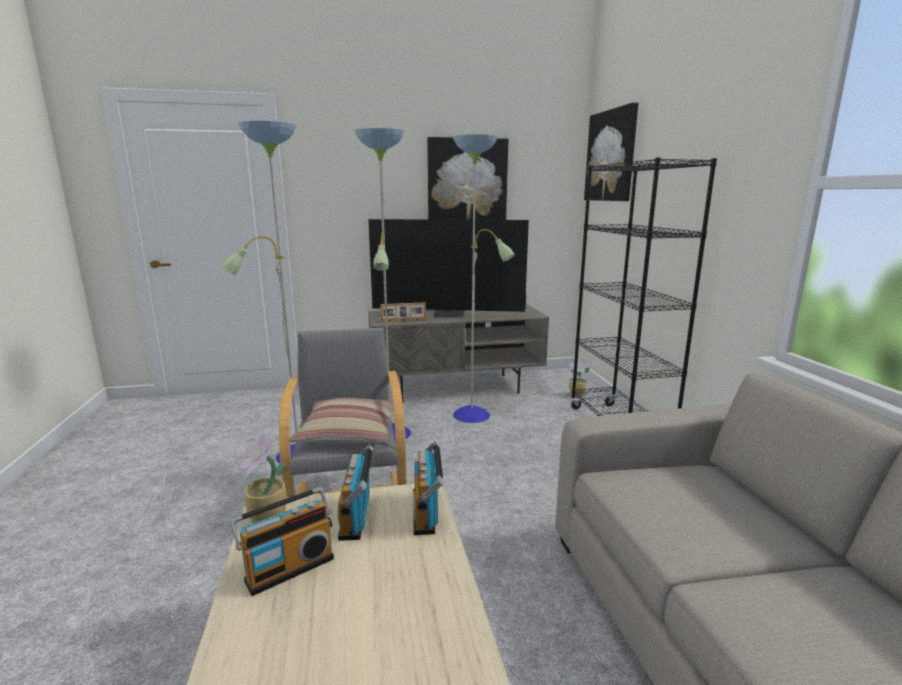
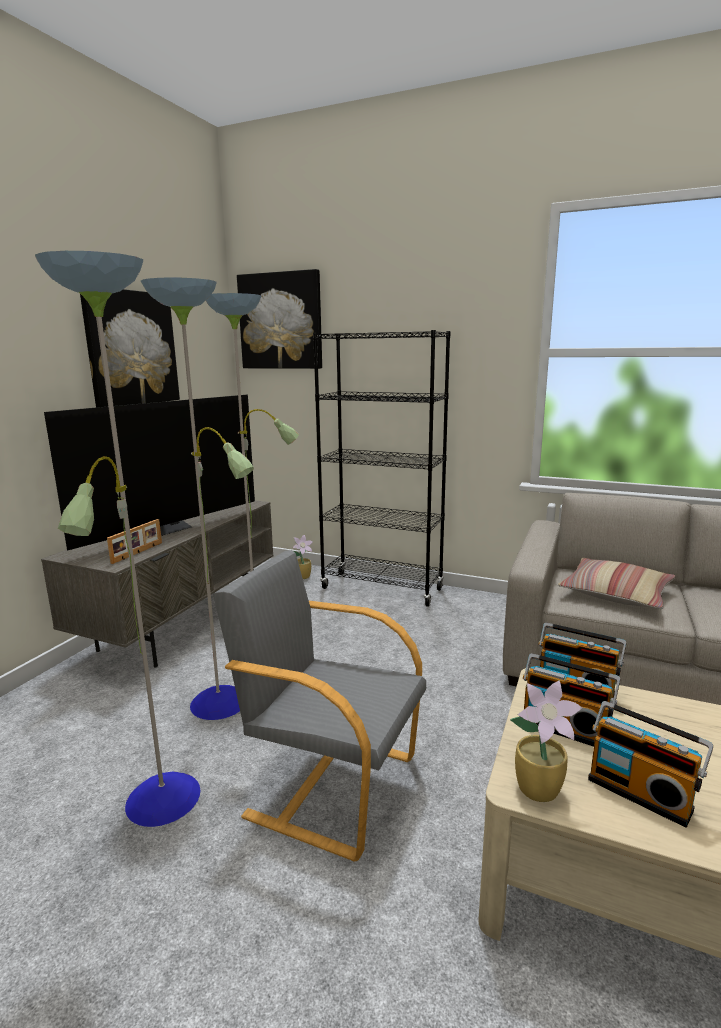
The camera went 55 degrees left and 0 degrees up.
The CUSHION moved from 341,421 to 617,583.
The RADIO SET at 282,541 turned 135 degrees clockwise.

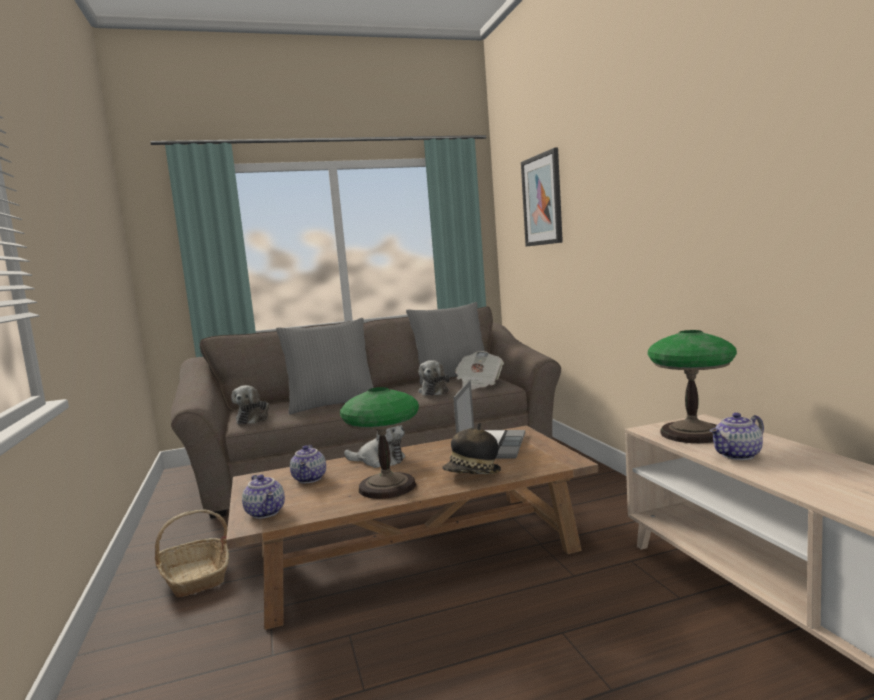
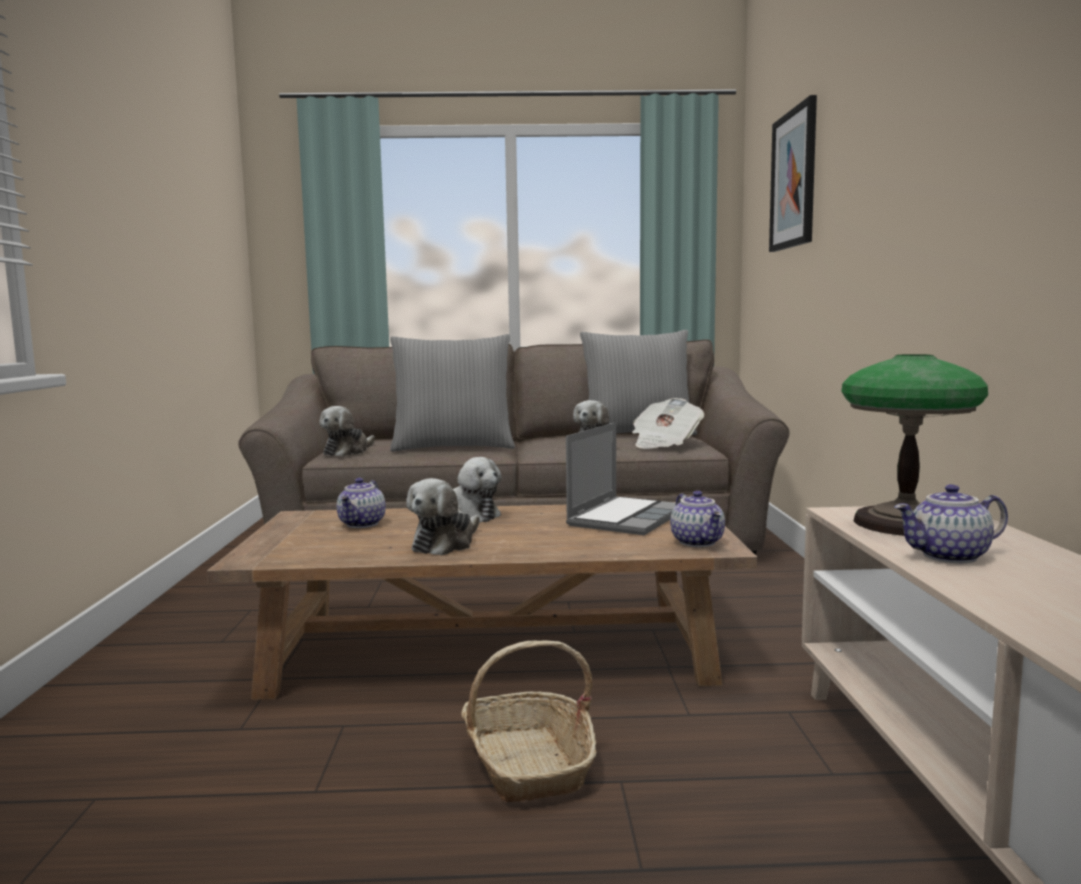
The camera went 15 degrees right and 0 degrees up.
The WEARABLE HAT at 471,448 disappeared.
The BASKET moved from 192,553 to 528,721.
The POT FOR TEA moved from 263,496 to 697,519.
The LAMP FOR A TABLE at 379,443 was replaced by the SOFT TOY at 443,517.

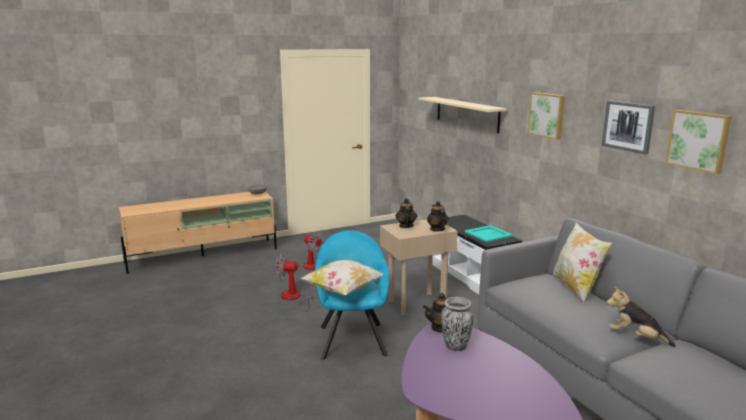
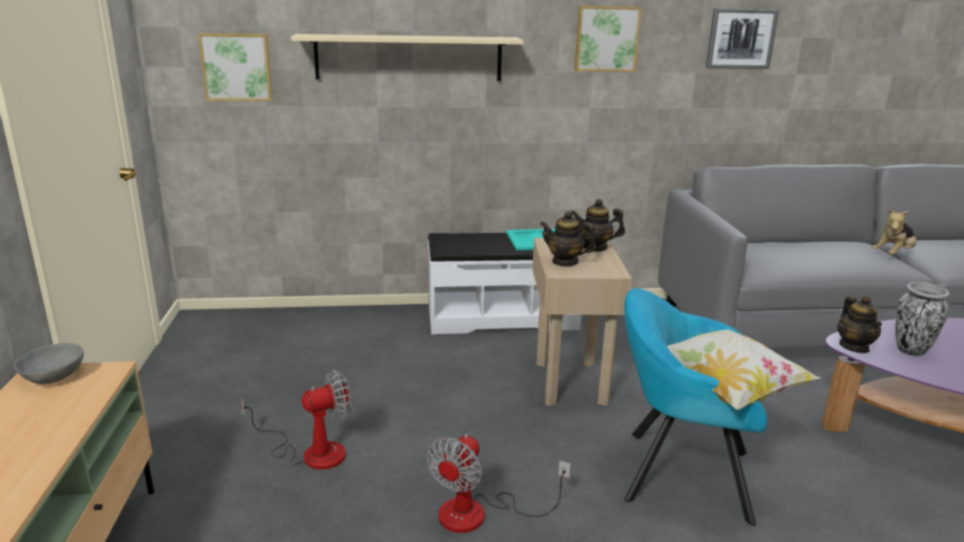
The camera went 70 degrees left and 5 degrees up.
The CUSHION at 582,263 disappeared.
The WALL PICTURE moved from 698,142 to 235,67.

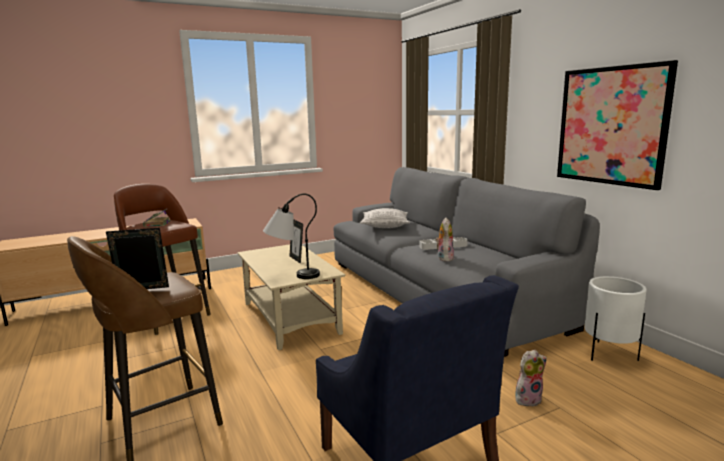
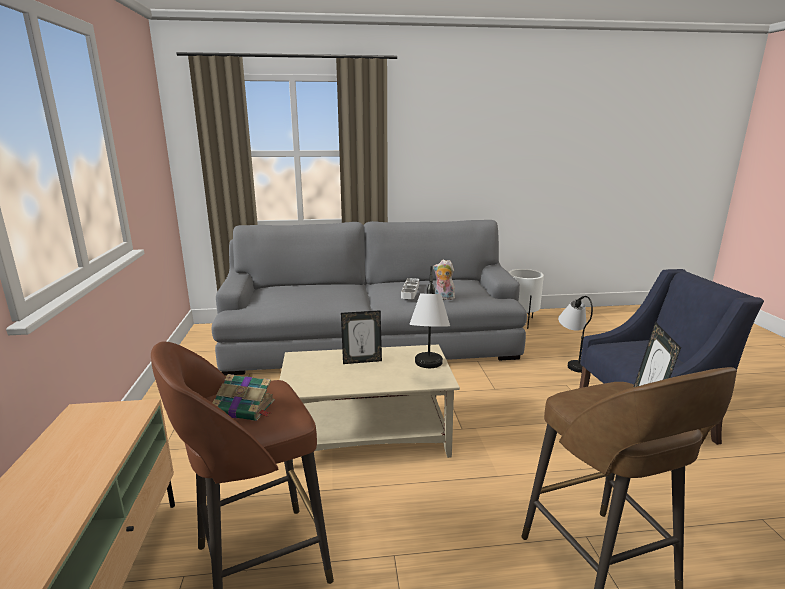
The camera went 70 degrees left and 5 degrees up.
The CUSHION at 385,218 disappeared.
The WALL PICTURE at 617,125 disappeared.
The SOFT TOY at 531,378 was replaced by the LAMP FOR A TABLE at 575,334.

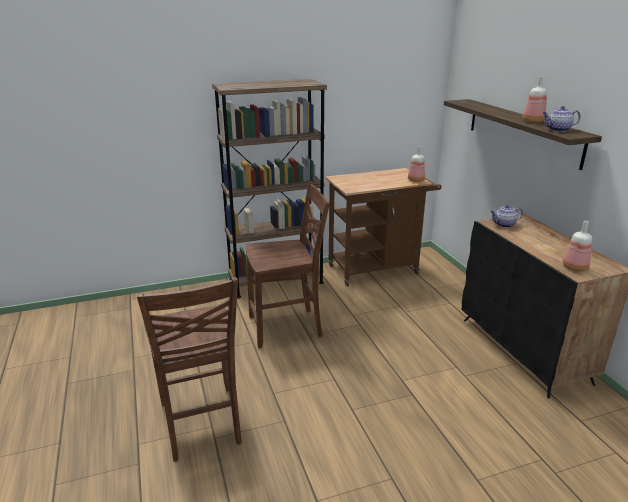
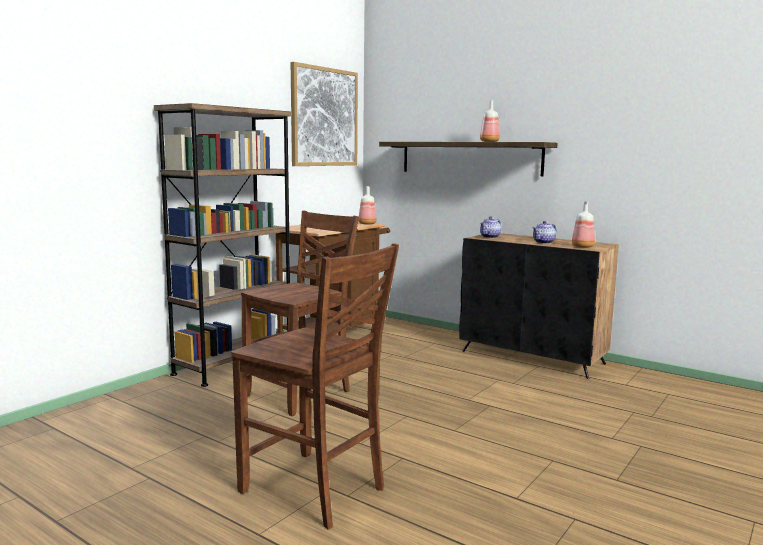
The camera went 35 degrees left and 15 degrees down.
The WALL PICTURE at 324,114 appeared.
The POT FOR TEA moved from 562,119 to 544,232.

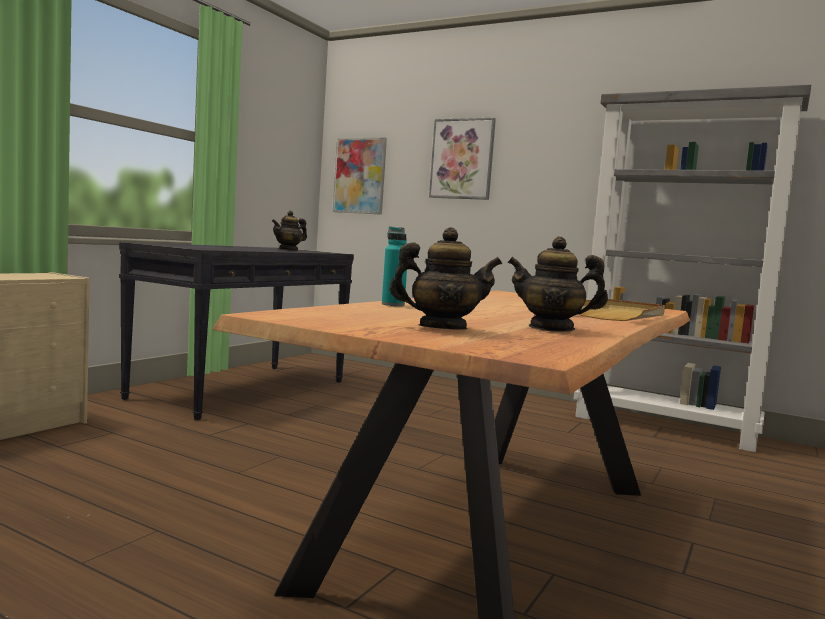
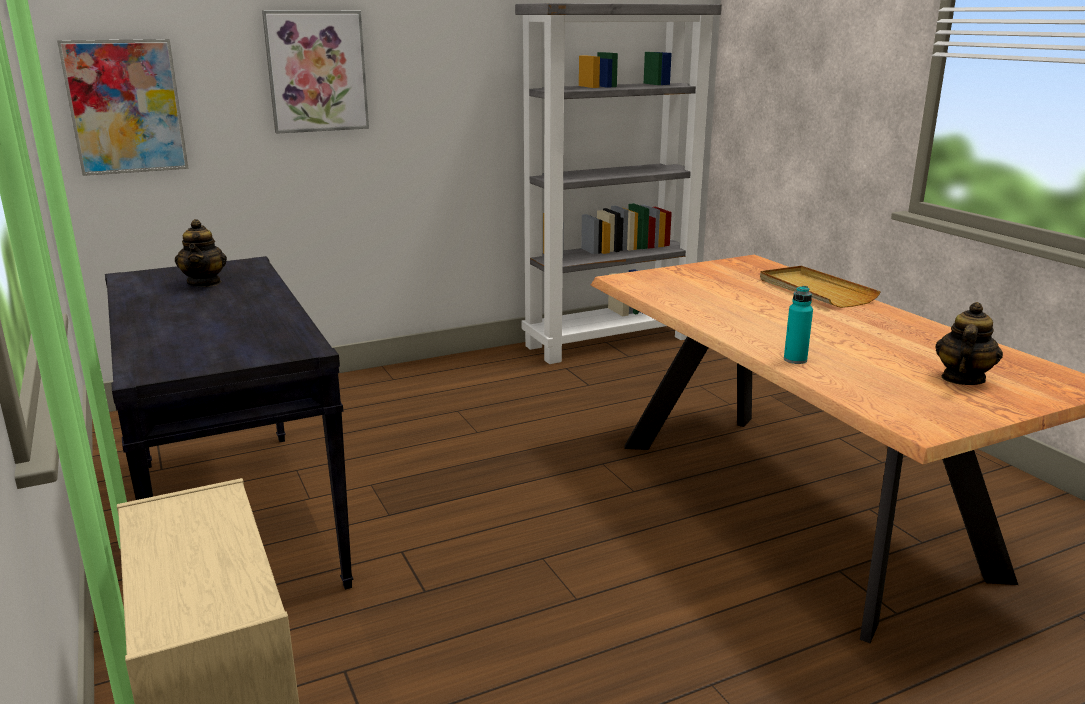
The camera went 55 degrees left and 15 degrees up.
The POT FOR TEA at 558,284 disappeared.

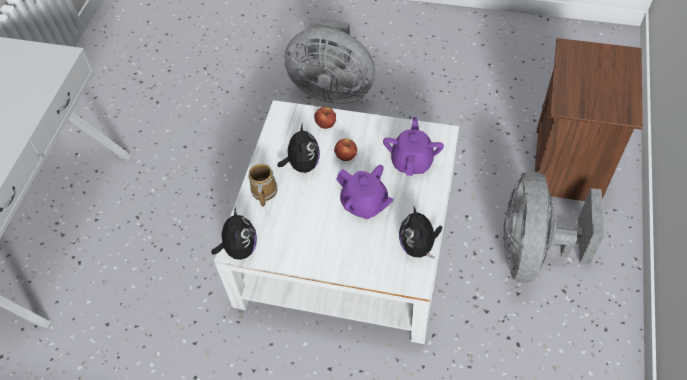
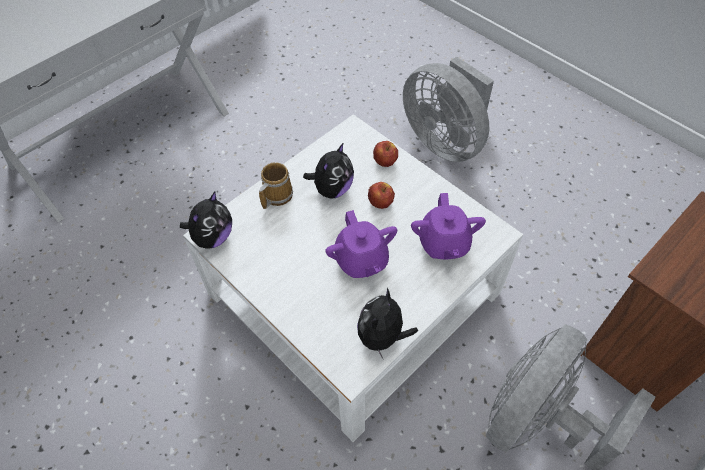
The camera went 30 degrees right and 0 degrees up.
The PURPLE POT FOR TEA at 413,146 turned 135 degrees clockwise.

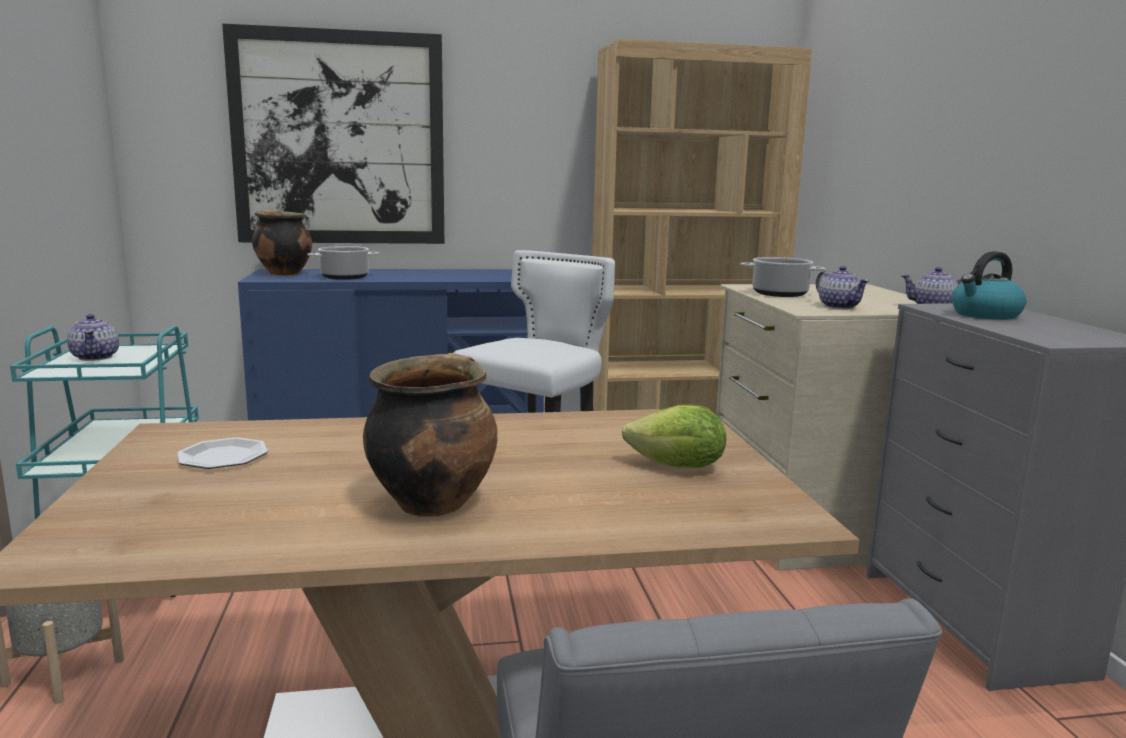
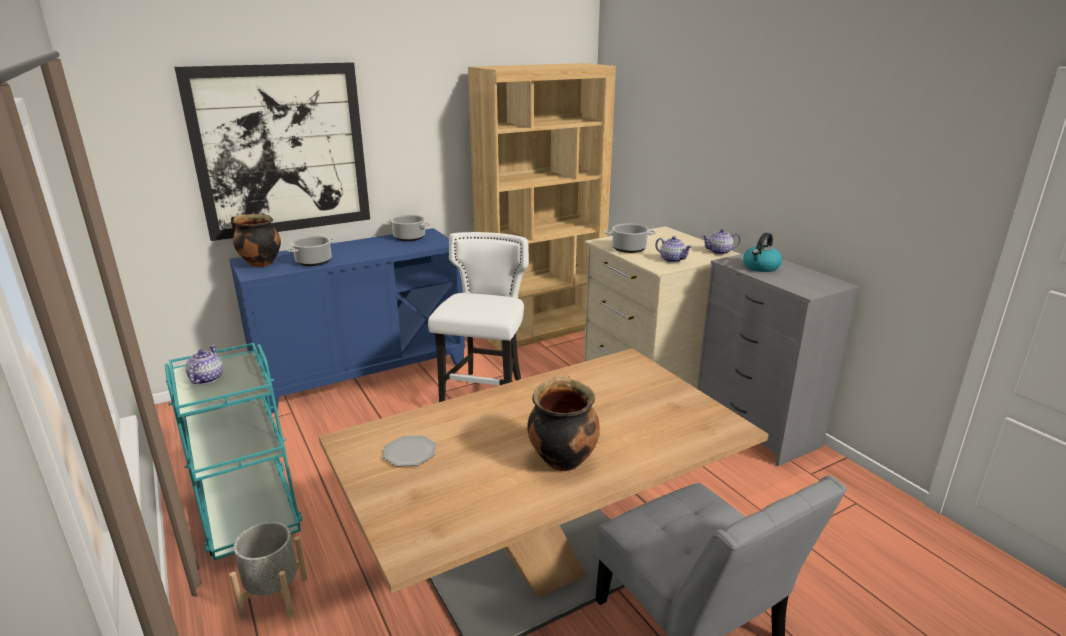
The camera went 20 degrees left and 10 degrees up.
The LETTUCE HEAD at 674,436 disappeared.
The COOKING POT at 408,228 appeared.
The POT FOR TEA at 93,337 turned 135 degrees counterclockwise.

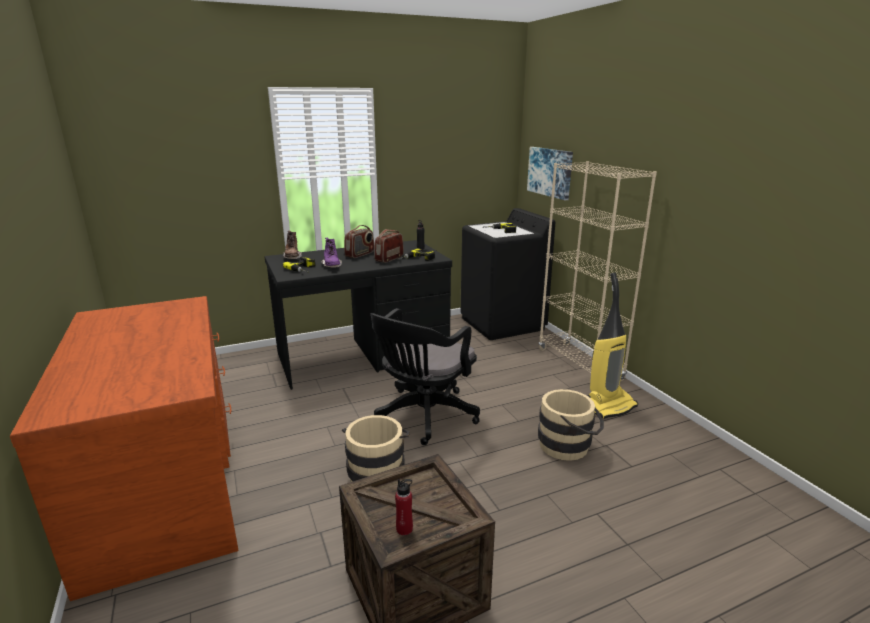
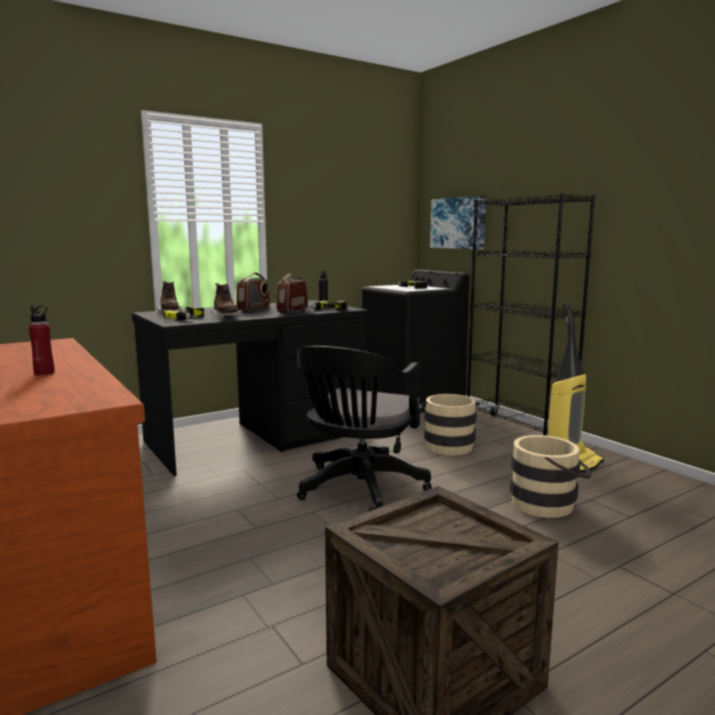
The camera went 10 degrees left and 10 degrees down.
The BEIGE BUCKET moved from 376,448 to 450,425.
The RED DRINK BOTTLE moved from 404,507 to 42,340.
The PURPLE BOOT at 331,253 became the BROWNISH BOOT at 224,299.
The BEIGE BOOKCASE at 597,271 became the BLACKISH BOOKCASE at 531,314.

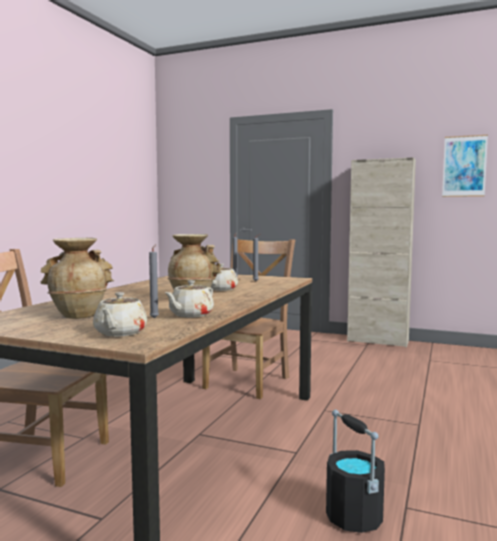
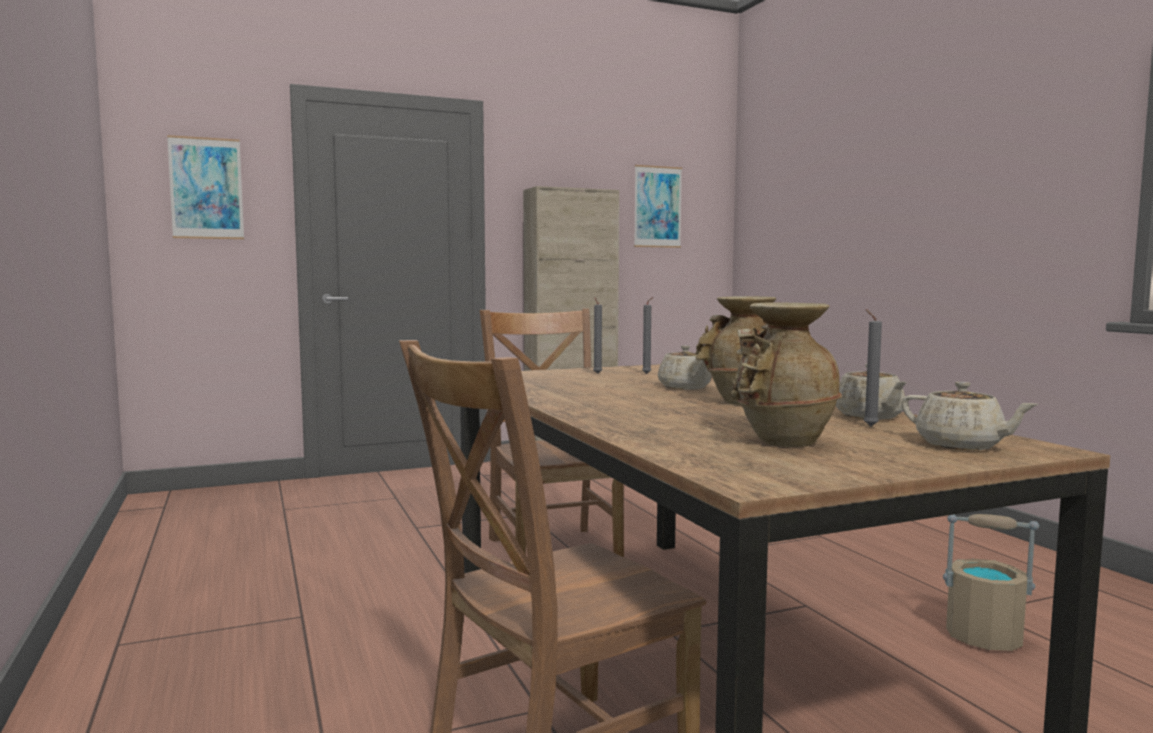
The camera went 45 degrees left and 0 degrees up.
The WALL PICTURE at 205,187 appeared.
The BLACKISH BUCKET at 355,471 became the BEIGE BUCKET at 991,582.

